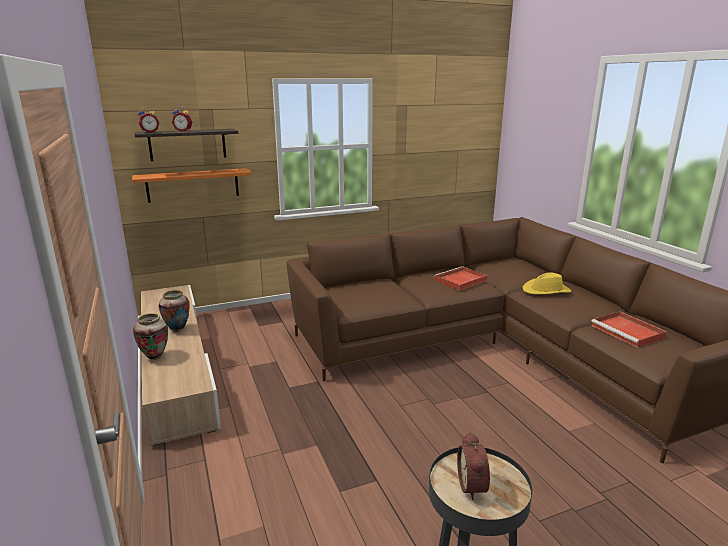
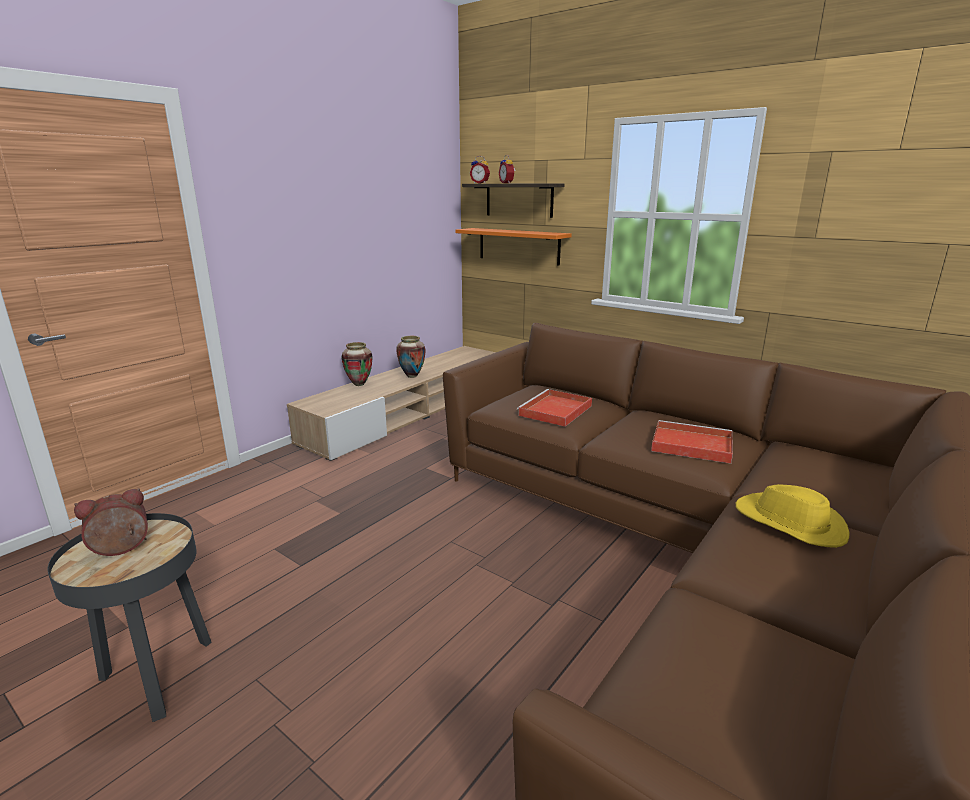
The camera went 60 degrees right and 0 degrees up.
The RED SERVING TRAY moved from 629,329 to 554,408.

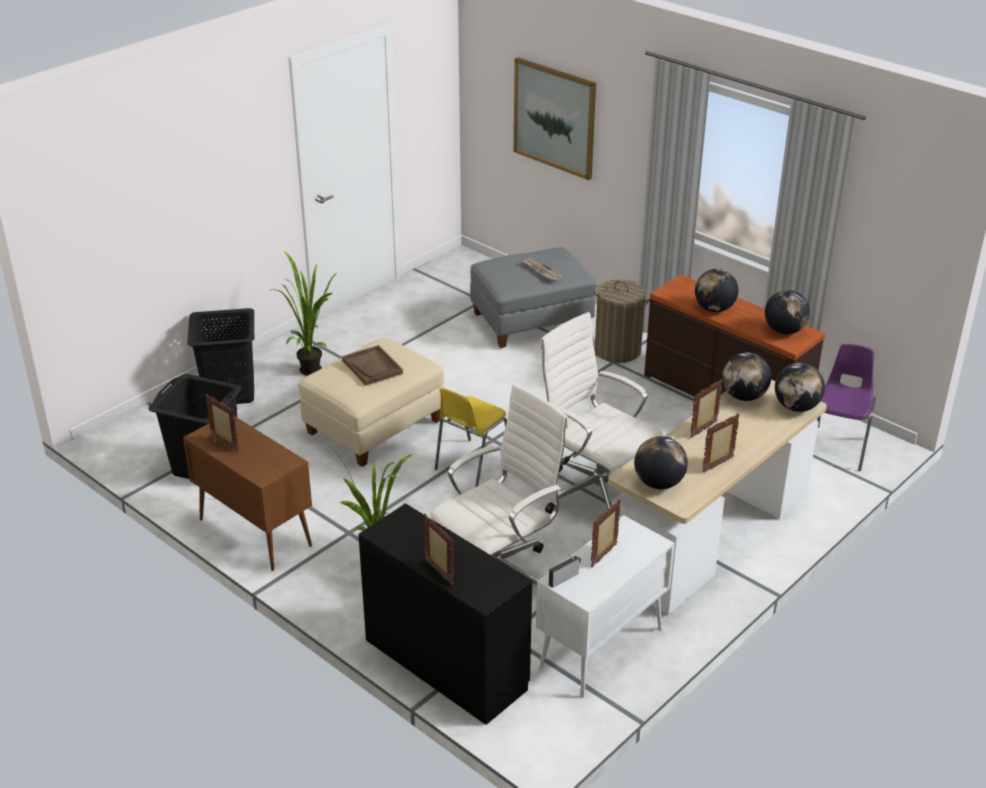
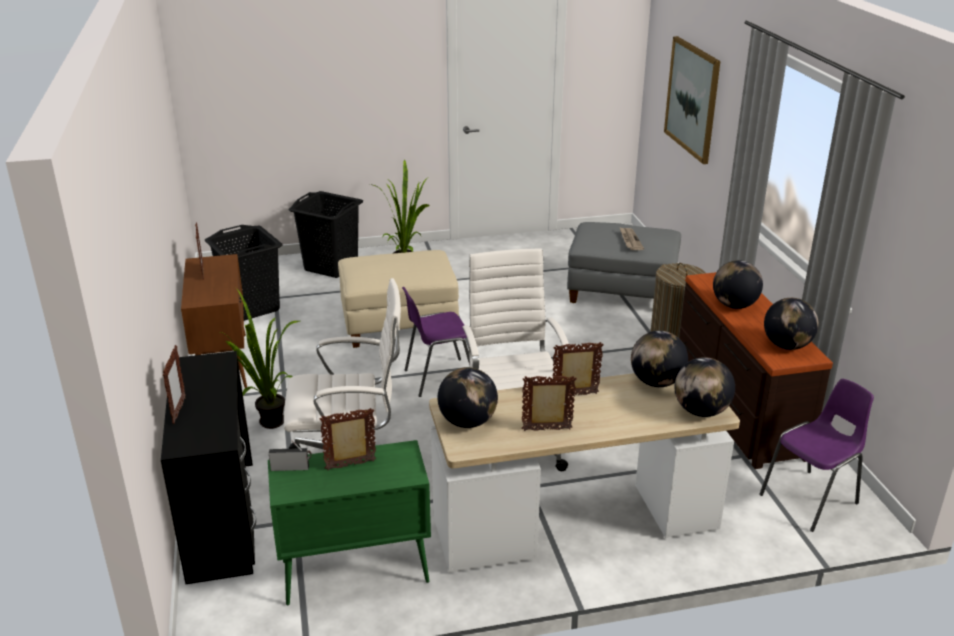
The camera went 35 degrees right and 5 degrees down.
The BROWNISH SERVING TRAY at 372,365 disappeared.
The YELLOWISH CHAIR at 471,437 became the PURPLE CHAIR at 436,342.
The WHITISH CUPBOARD at 605,606 became the GREENISH CUPBOARD at 349,522.

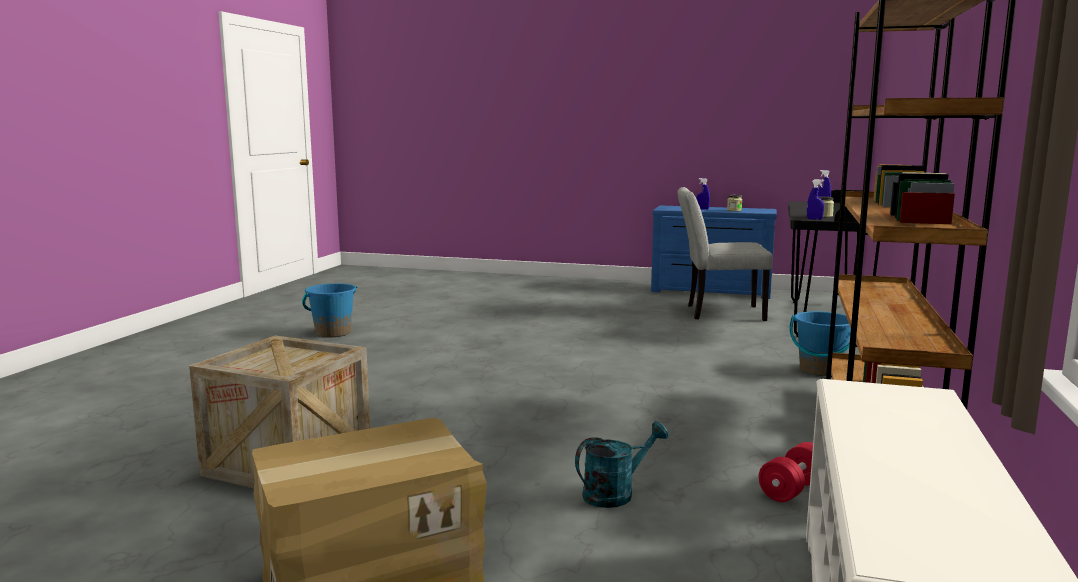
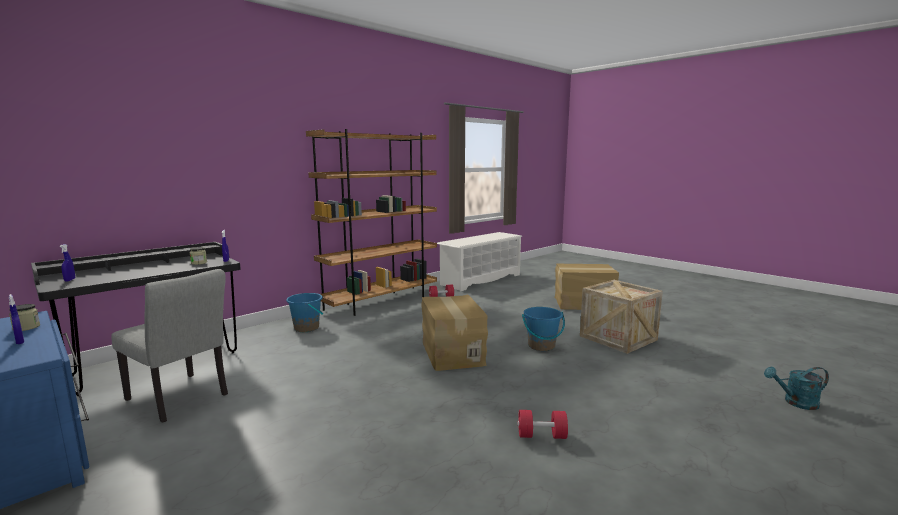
The camera went 150 degrees left and 0 degrees up.
The CARTON at 454,332 appeared.
The RED FREE WEIGHT at 542,424 appeared.
The BLUE-COLOURED BUCKET moved from 329,310 to 543,329.
The TURQUOISE SPRINKLING CAN moved from 622,464 to 796,388.

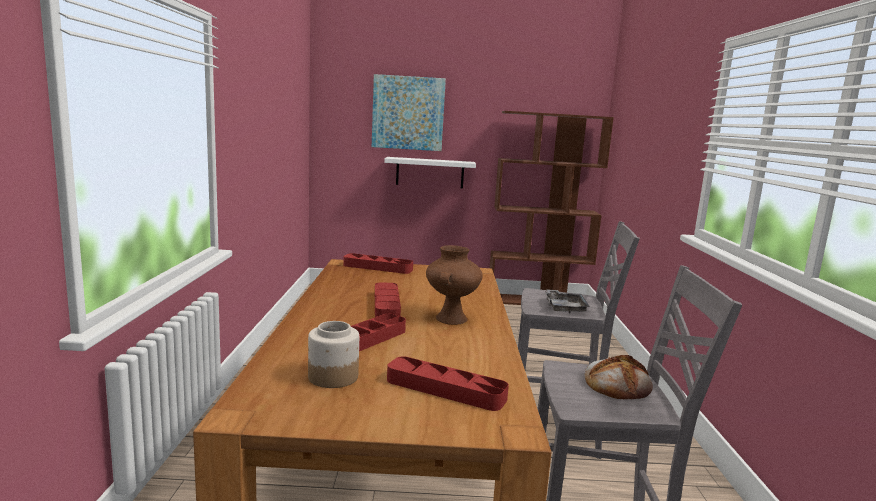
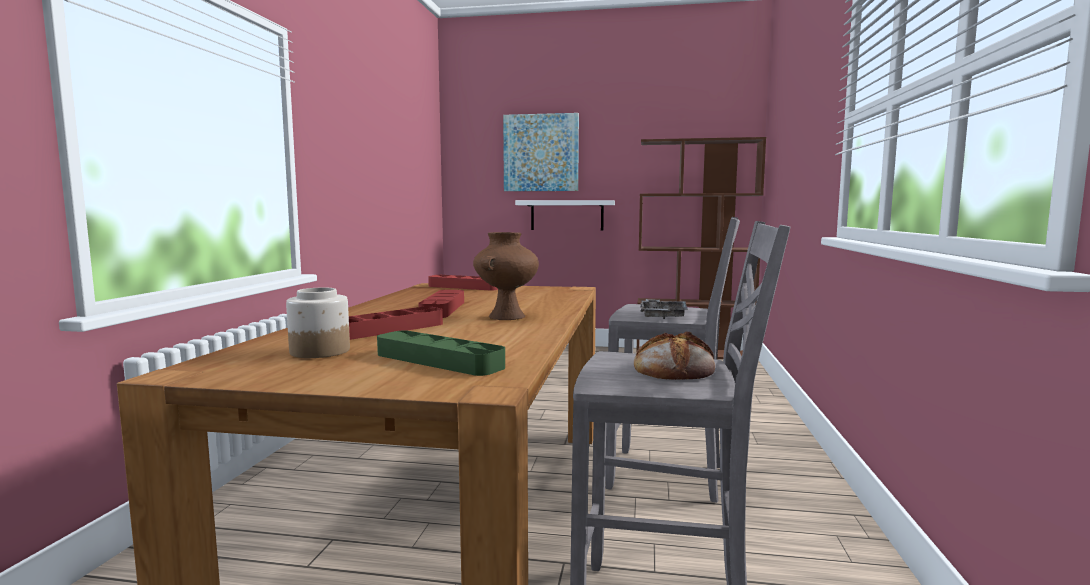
The camera went 10 degrees right and 5 degrees down.
The RED SERVING TRAY at 448,383 became the GREENISH SERVING TRAY at 441,353.

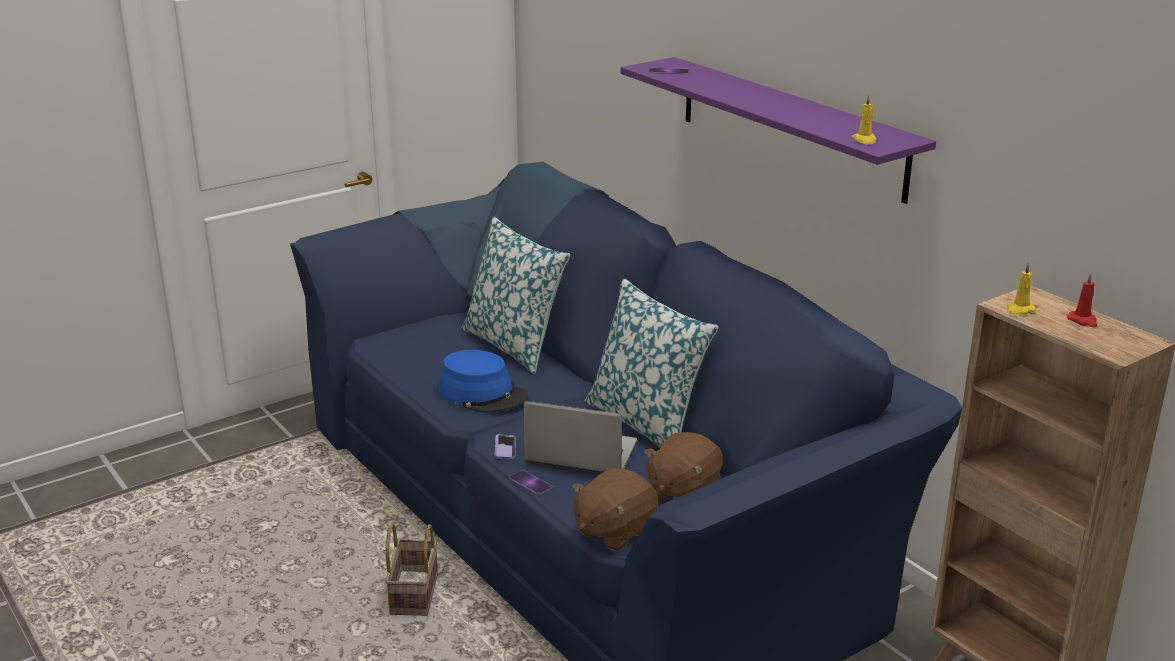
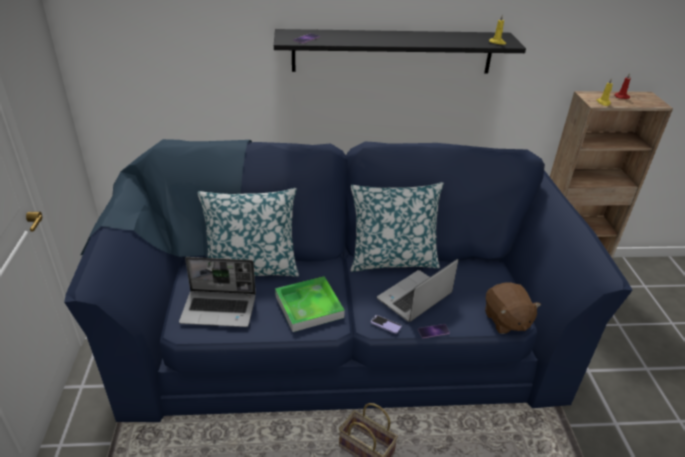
The camera went 60 degrees left and 10 degrees up.
The BROWNISH SOFT TOY at 683,465 disappeared.
The NOTEBOOK COMPUTER at 217,292 appeared.
The BLUE-COLOURED WEARABLE HAT at 483,381 was replaced by the SERVING TRAY at 310,304.
The PURPLE SHELF at 778,130 became the BLACKISH SHELF at 400,51.

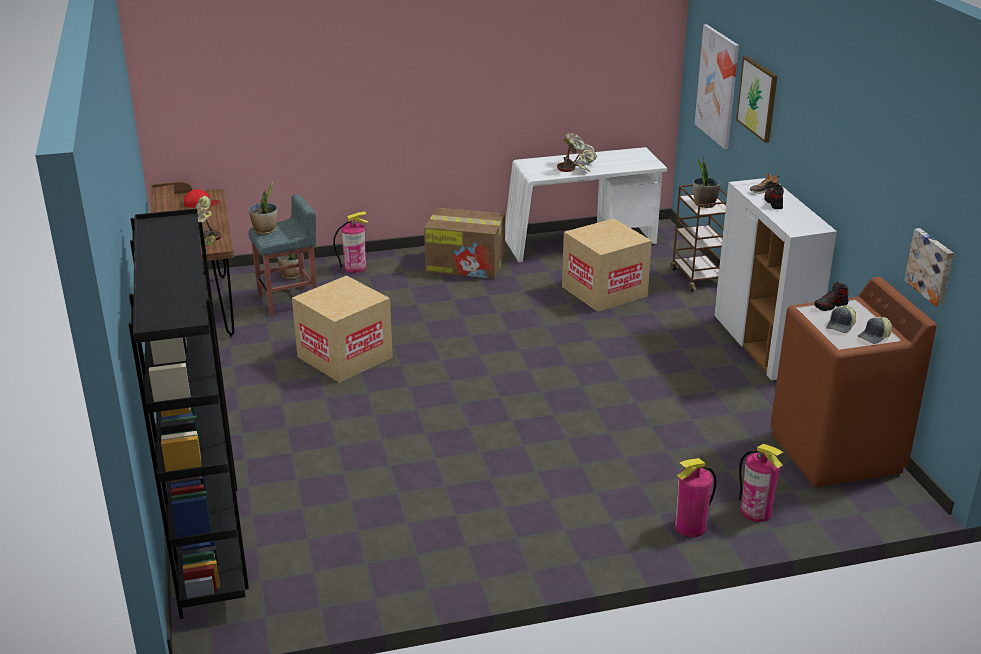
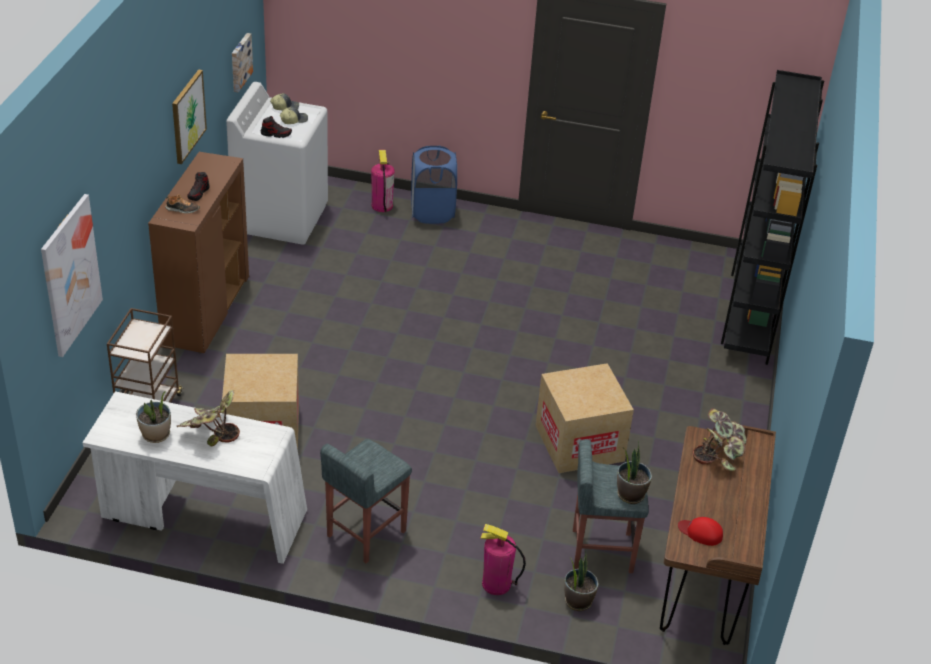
The camera went 155 degrees left and 10 degrees up.
The POTTED PLANT moved from 707,182 to 153,417.
The WALL PICTURE moved from 756,99 to 189,116.
The CARTON at 464,243 was replaced by the GRAY SITTING STOOL at 366,501.
The FIRE EXTINGUISHER at 696,497 was replaced by the BLUE-COLOURED HAMPER at 434,185.
The WHITISH CUPBOARD at 775,279 became the BROWNISH CUPBOARD at 198,252.
The BROWNISH LAUNDRY MACHINE at 853,382 became the WHITISH LAUNDRY MACHINE at 277,163.

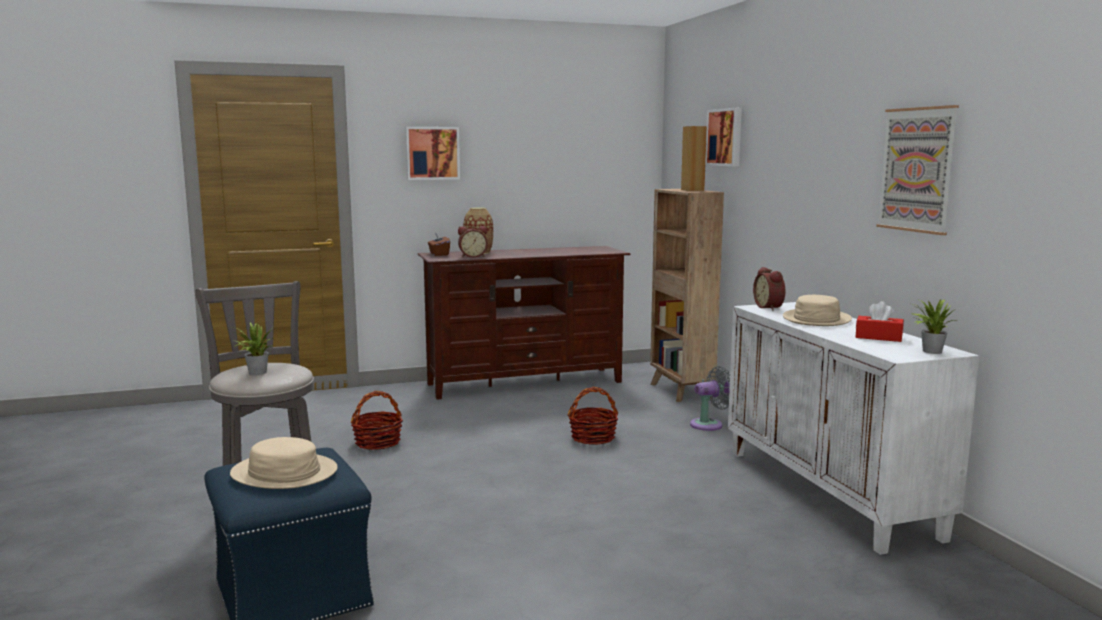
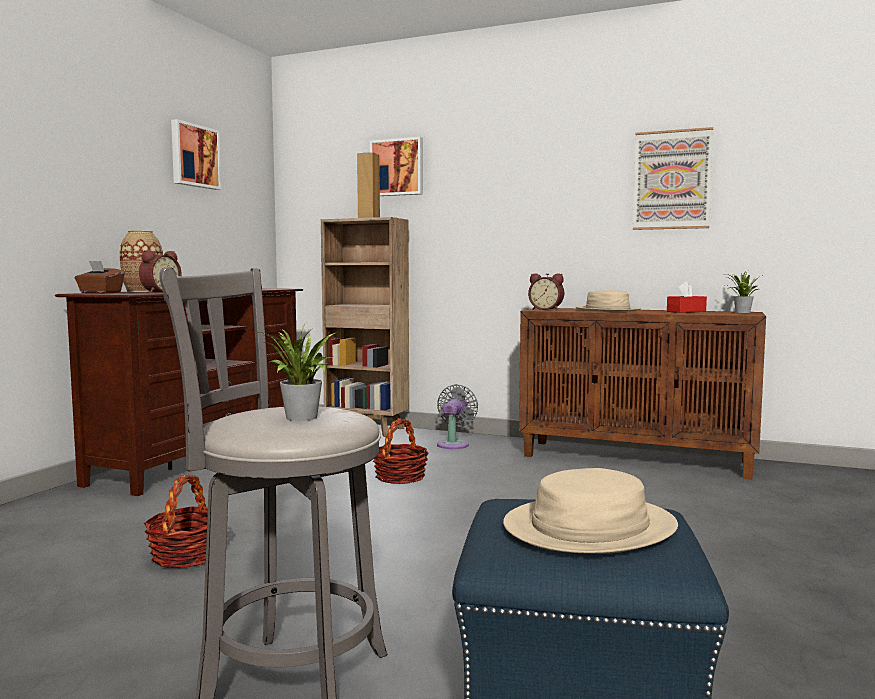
The camera went 50 degrees left and 5 degrees down.
The WALL PICTURE moved from 432,153 to 196,154.
The WHITISH CUPBOARD at 853,428 became the BROWNISH CUPBOARD at 642,393.

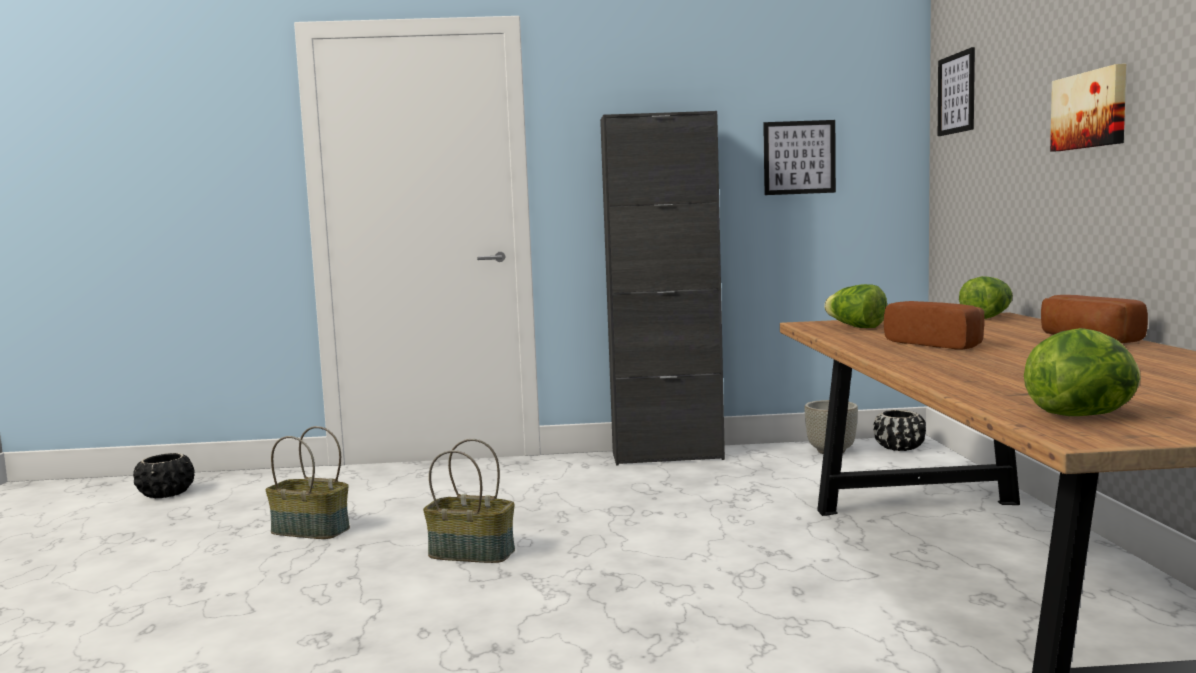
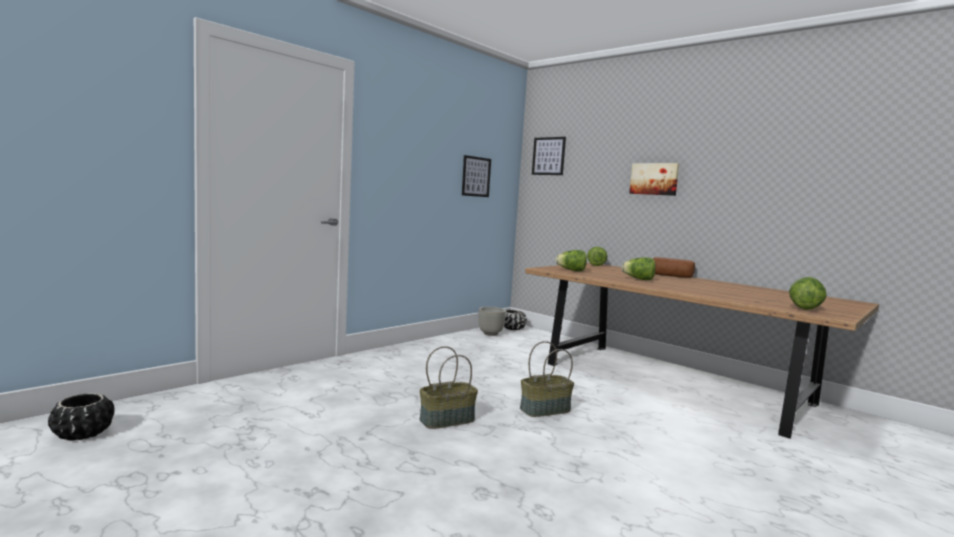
The camera went 45 degrees left and 0 degrees up.
The BLACKISH CUPBOARD at 662,288 disappeared.
The BASKET moved from 307,482 to 547,379.
The BAKED BREAD at 934,325 was replaced by the LETTUCE HEAD at 638,268.

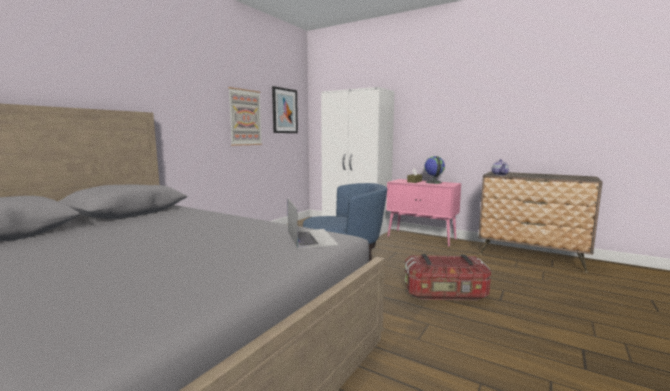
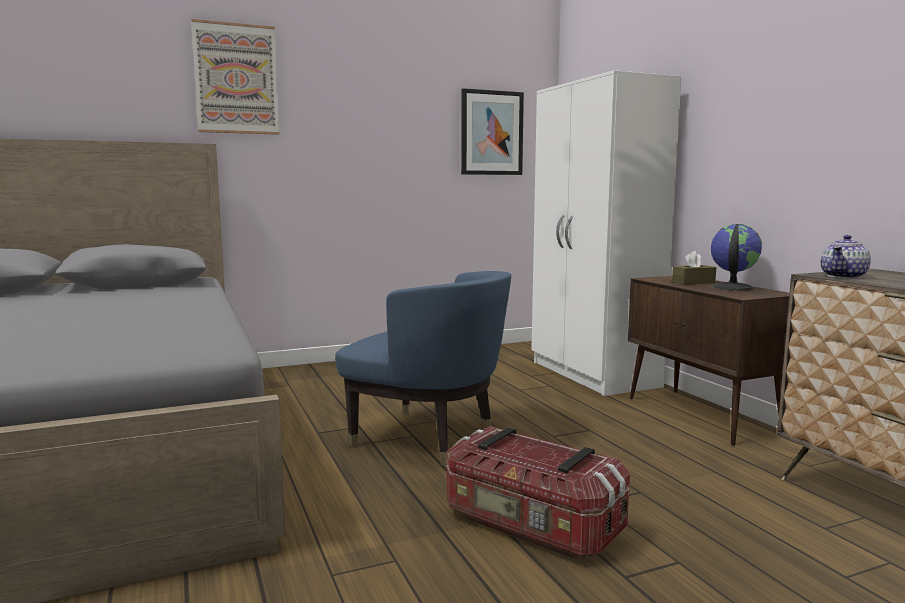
The camera went 35 degrees right and 0 degrees up.
The NOTEBOOK COMPUTER at 313,223 disappeared.
The WALL PICTURE moved from 245,116 to 235,77.
The PINK-COLOURED CUPBOARD at 423,213 became the BROWNISH CUPBOARD at 708,361.

